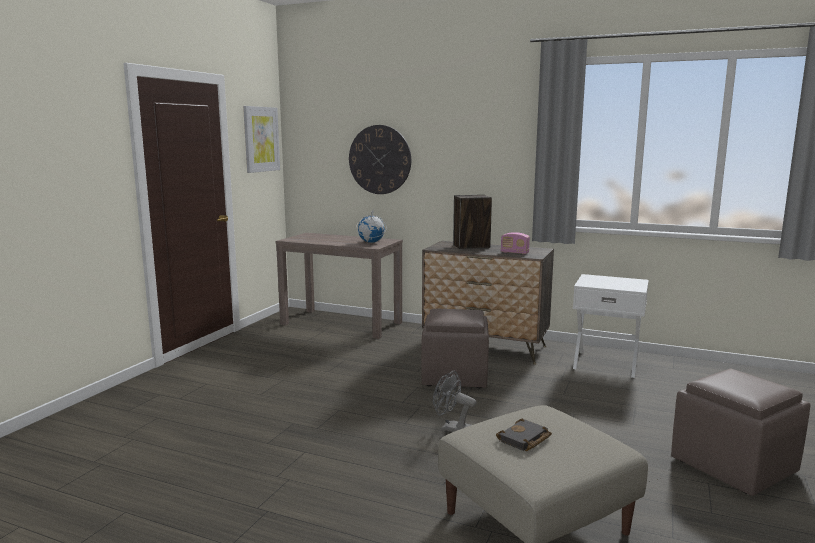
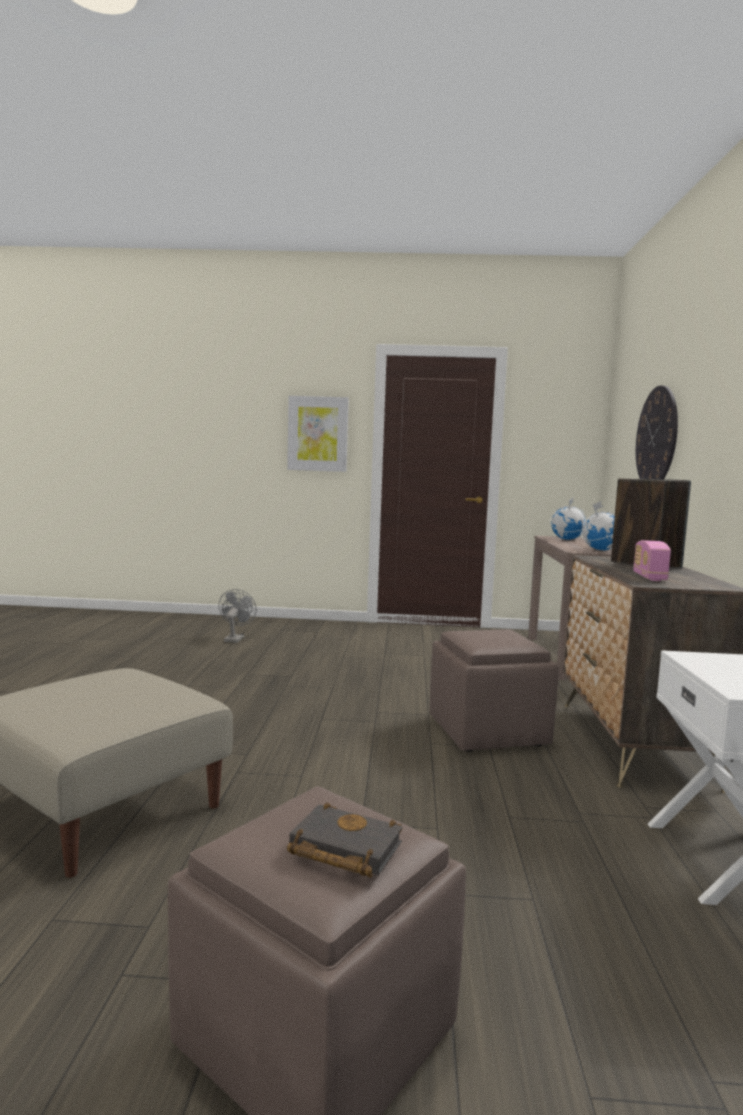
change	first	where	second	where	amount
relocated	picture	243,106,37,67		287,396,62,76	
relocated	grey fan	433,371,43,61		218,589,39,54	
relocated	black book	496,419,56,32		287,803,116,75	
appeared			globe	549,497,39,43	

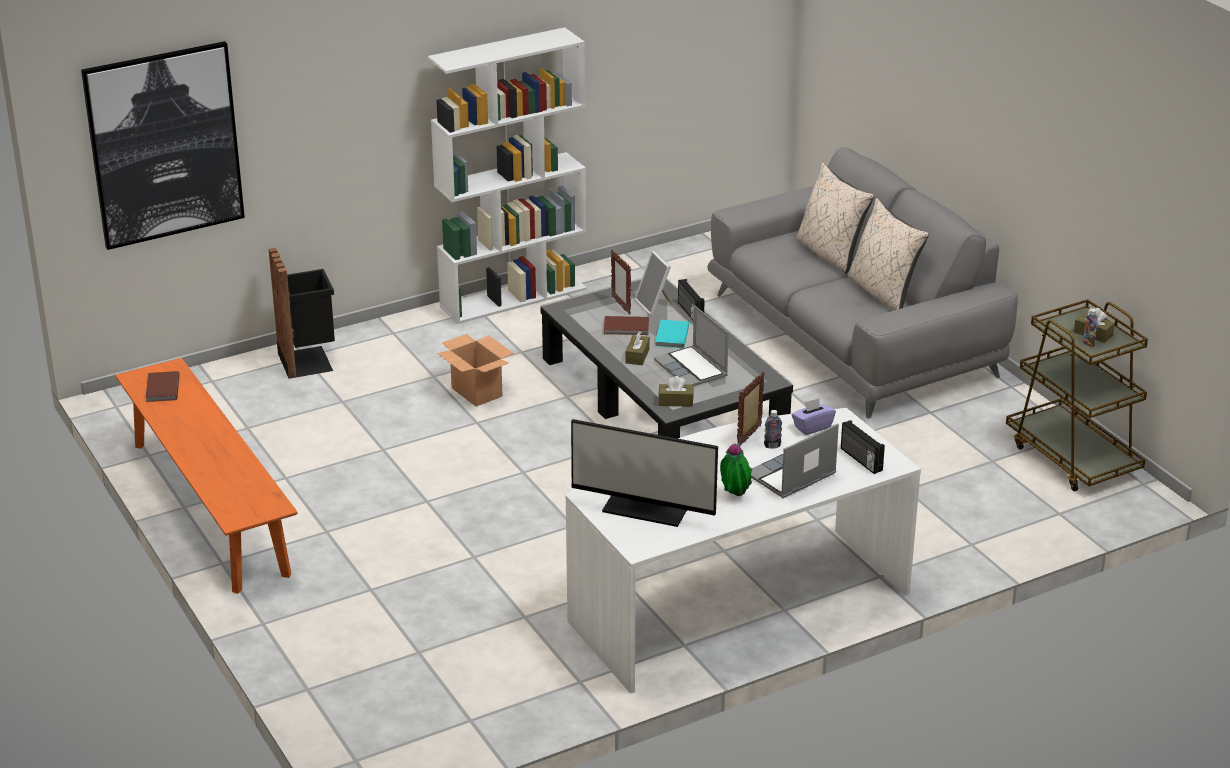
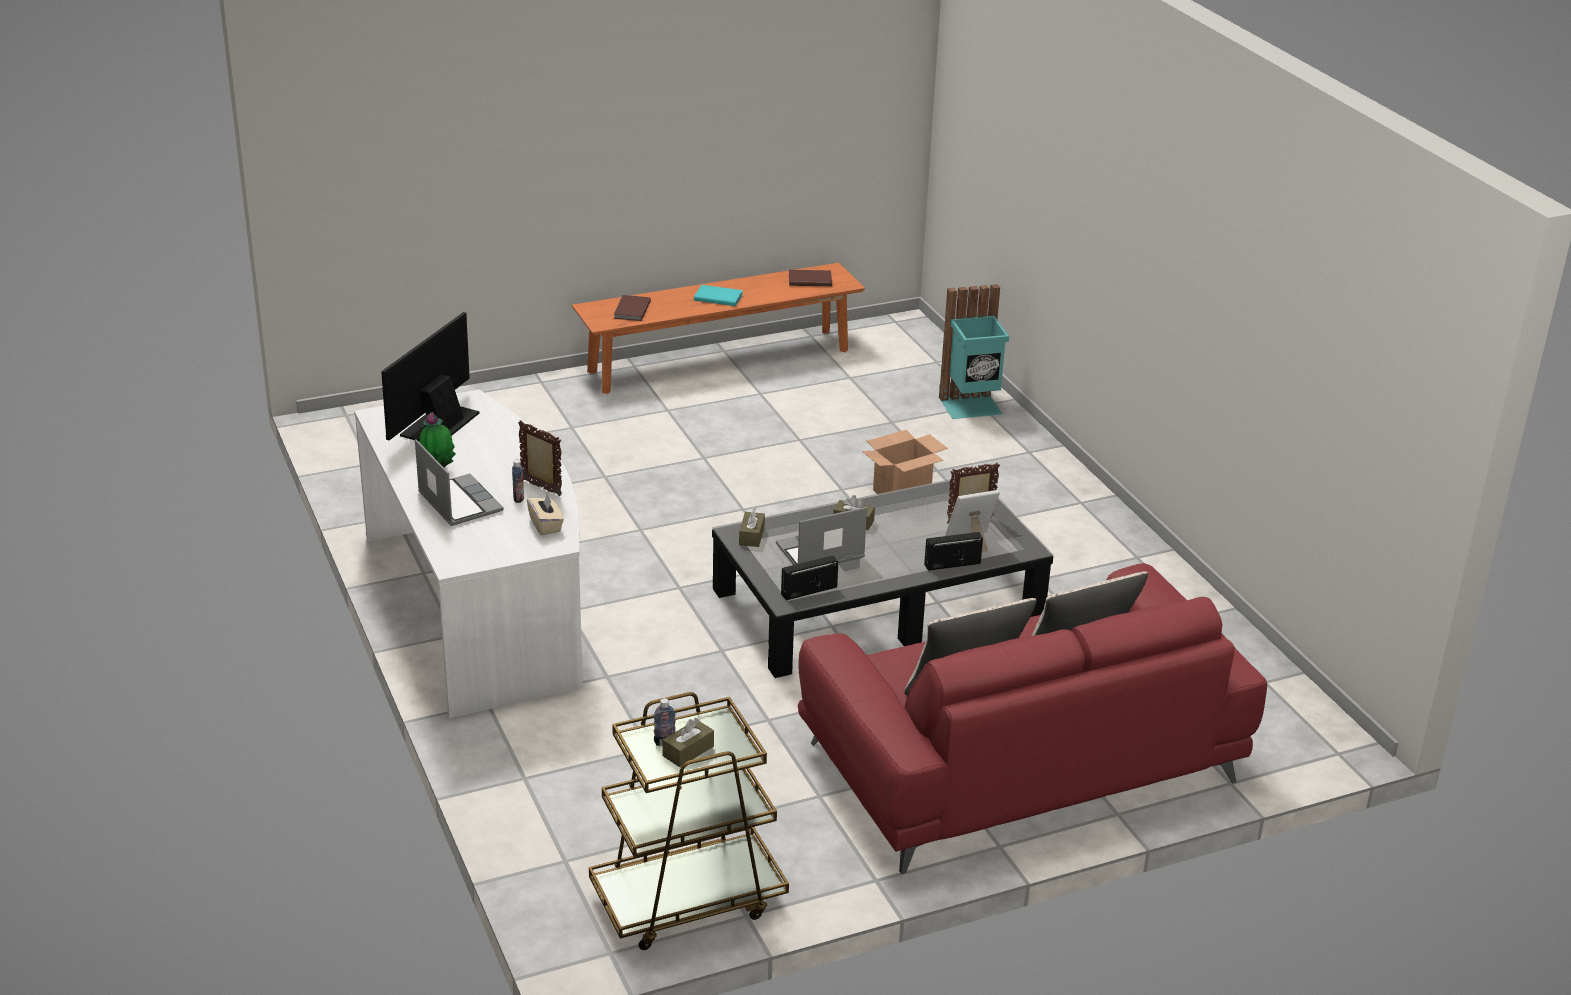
change	first	where	second	where	amount
missing	picture	81,41,164,209			
colour	black trash can	269,248,66,131	turquoise trash can	939,284,70,135	
missing	white bookcase	428,27,159,297			
relocated	brown book	604,316,45,19		614,295,37,26	
relocated	turquoise book	655,320,34,28		694,285,49,21	
colour	grey sofa	707,147,311,272	red sofa	798,563,469,311	
colour	purple tissue box	791,398,45,37	beige tissue box	527,494,37,41	
relocated	radio	841,420,44,54		781,555,57,45	

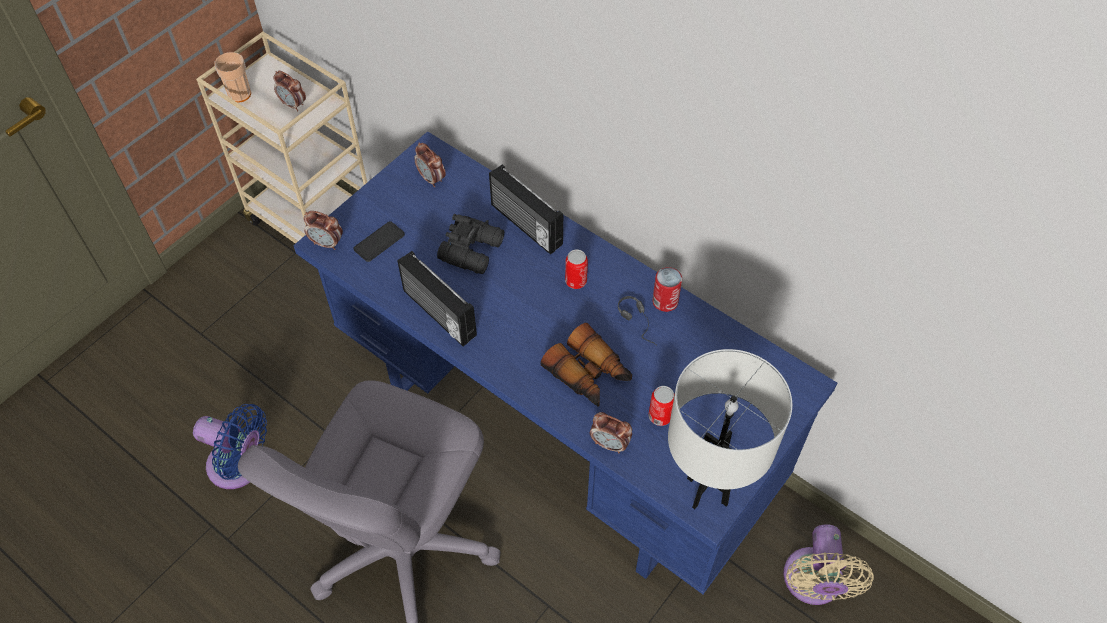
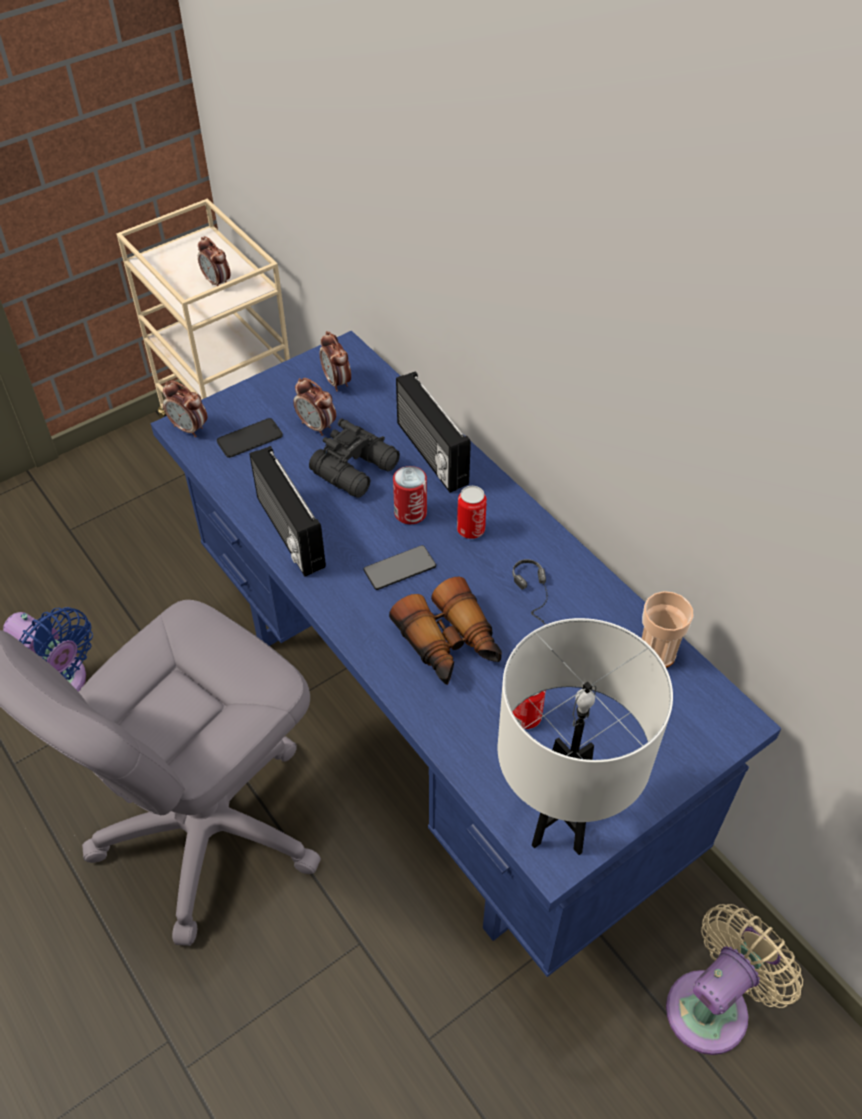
change	first	where	second	where	amount
relocated	cup	214,52,37,51		642,591,51,77	
relocated	alarm clock	590,412,42,41		293,378,43,58	
relocated	can	652,267,30,45		393,466,34,58	
spun	beige fan	783,525,91,80		666,904,137,151	150 degrees counterclockwise
appeared			phone	363,545,73,45	

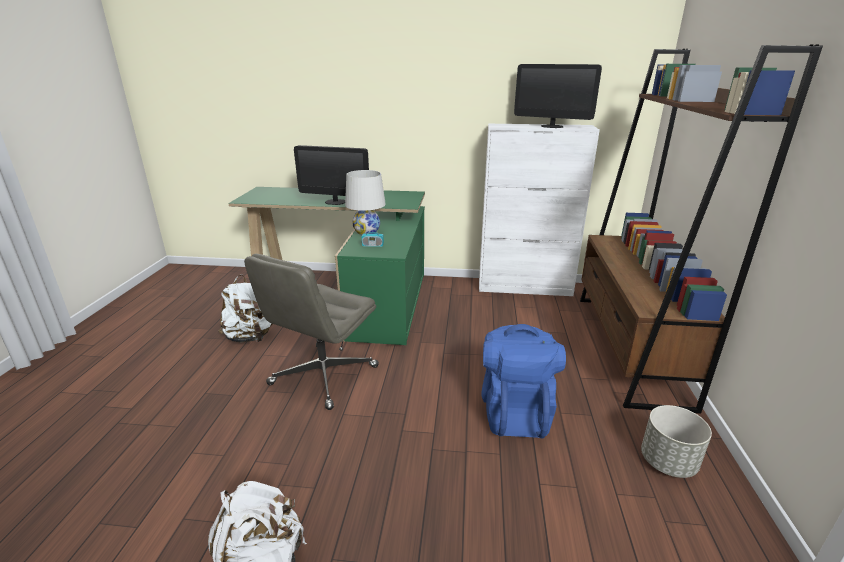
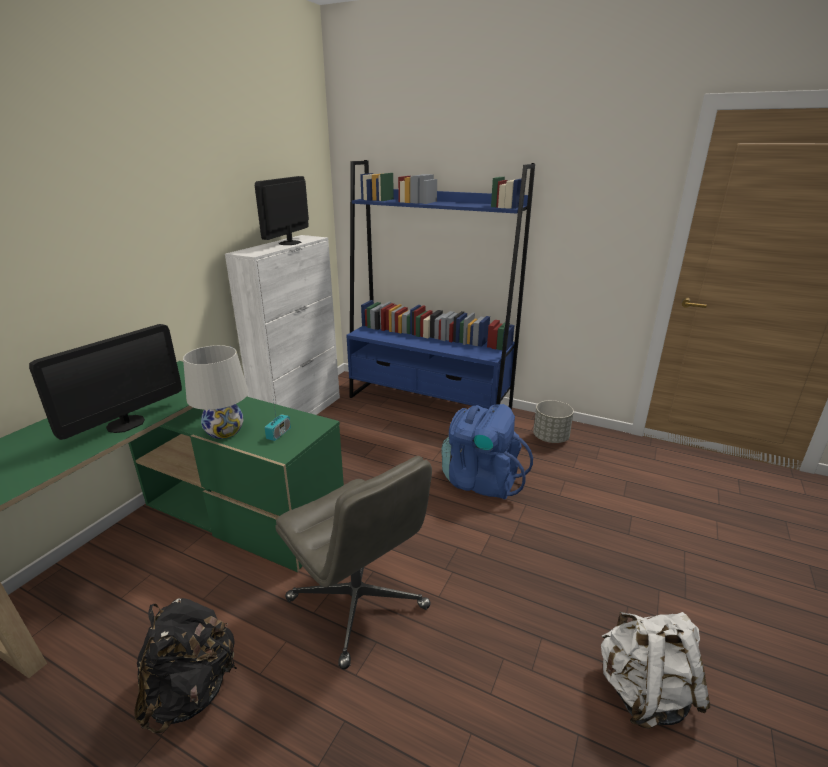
change	first	where	second	where	amount
colour	white backpack	218,274,54,69	black backpack	134,598,103,135	
spun	monitor	514,64,88,64		255,176,54,69	150 degrees clockwise
colour	brown bookcase	580,44,243,370	blue bookcase	346,160,189,250	

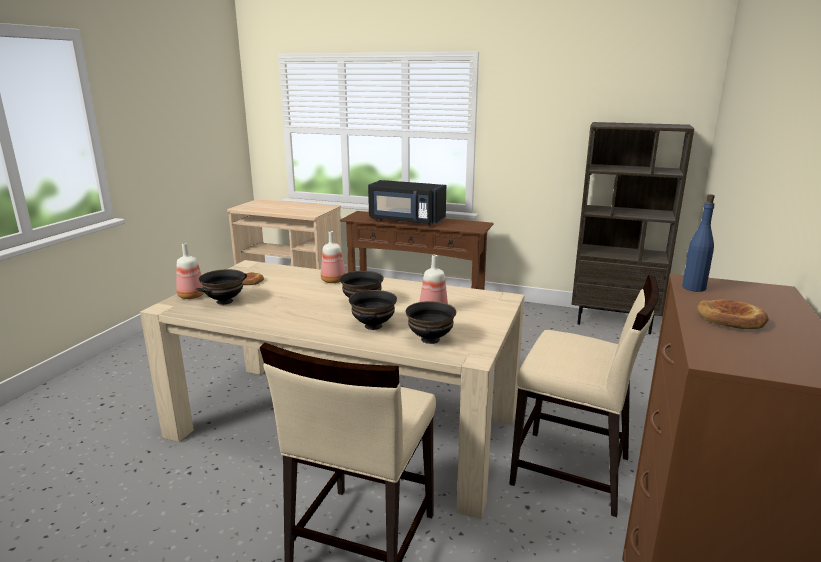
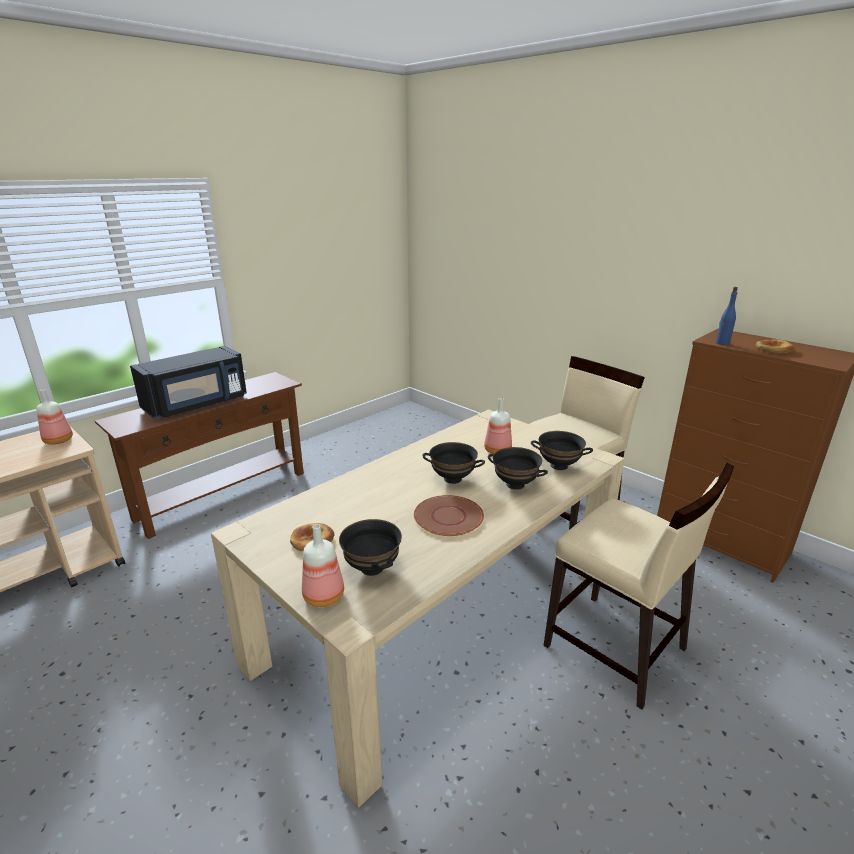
change	first	where	second	where	amount
relocated	bottle	321,231,25,52		36,389,37,56	
missing	brown bookcase	571,122,123,212			
appeared			brown plate	414,495,70,41	

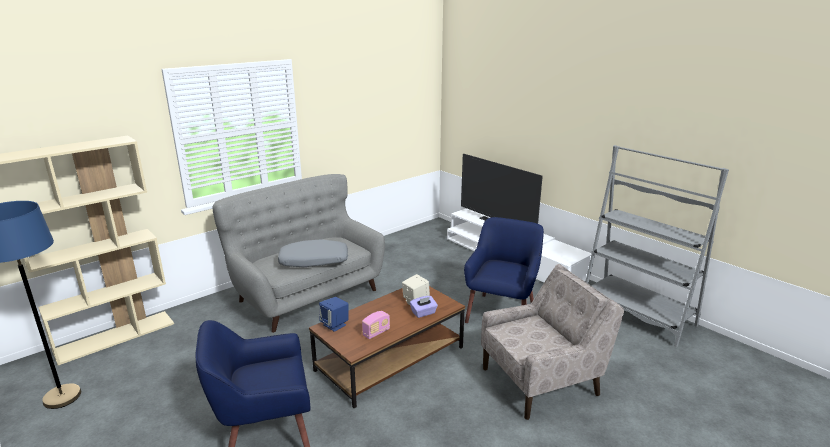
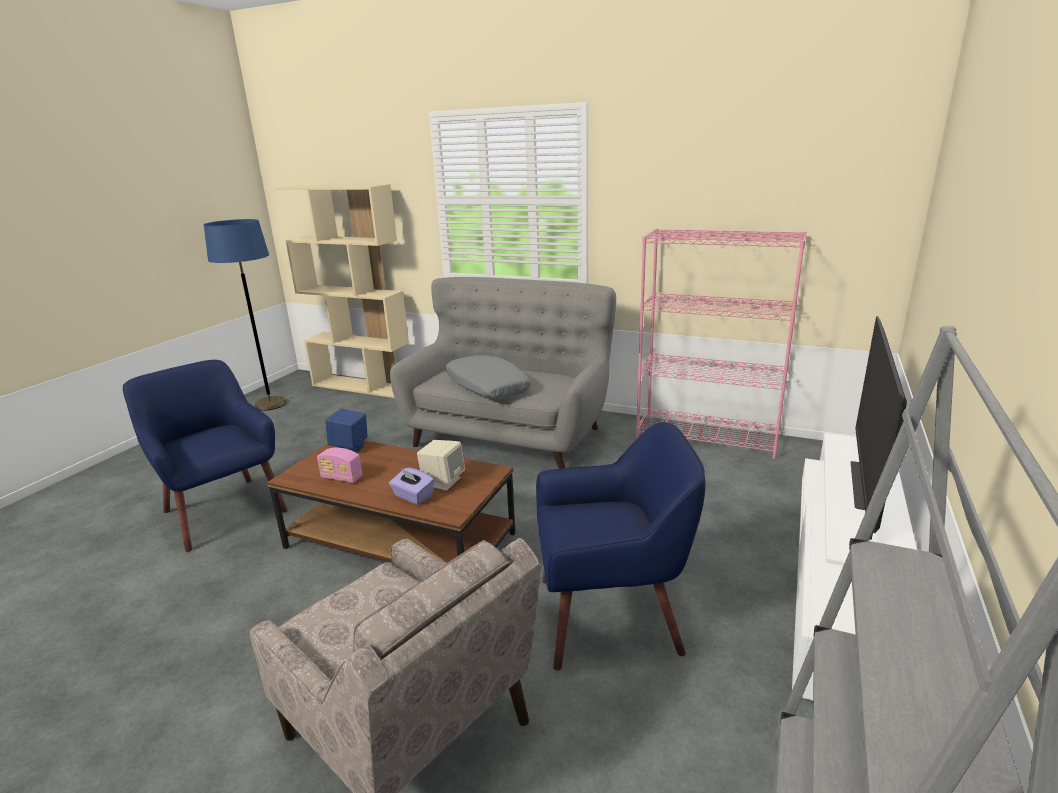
change	first	where	second	where	amount
appeared			pink bookcase	636,229,170,230	

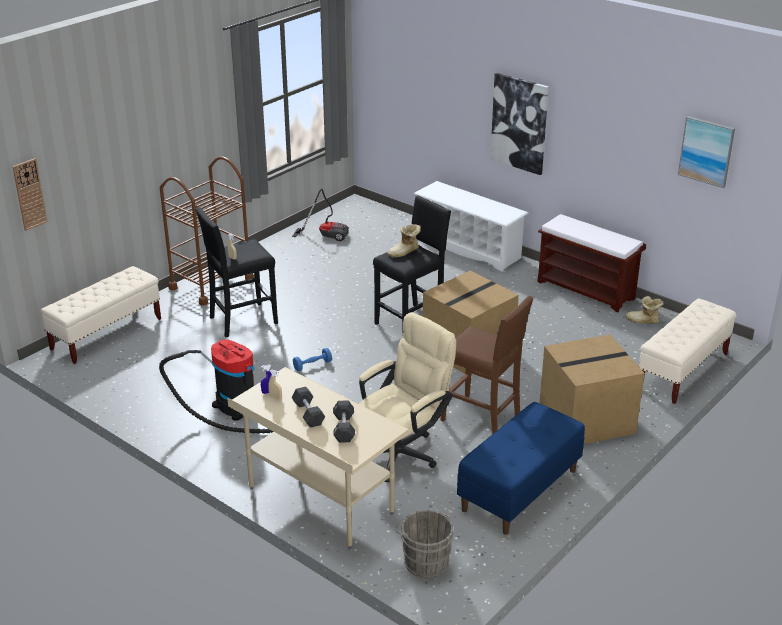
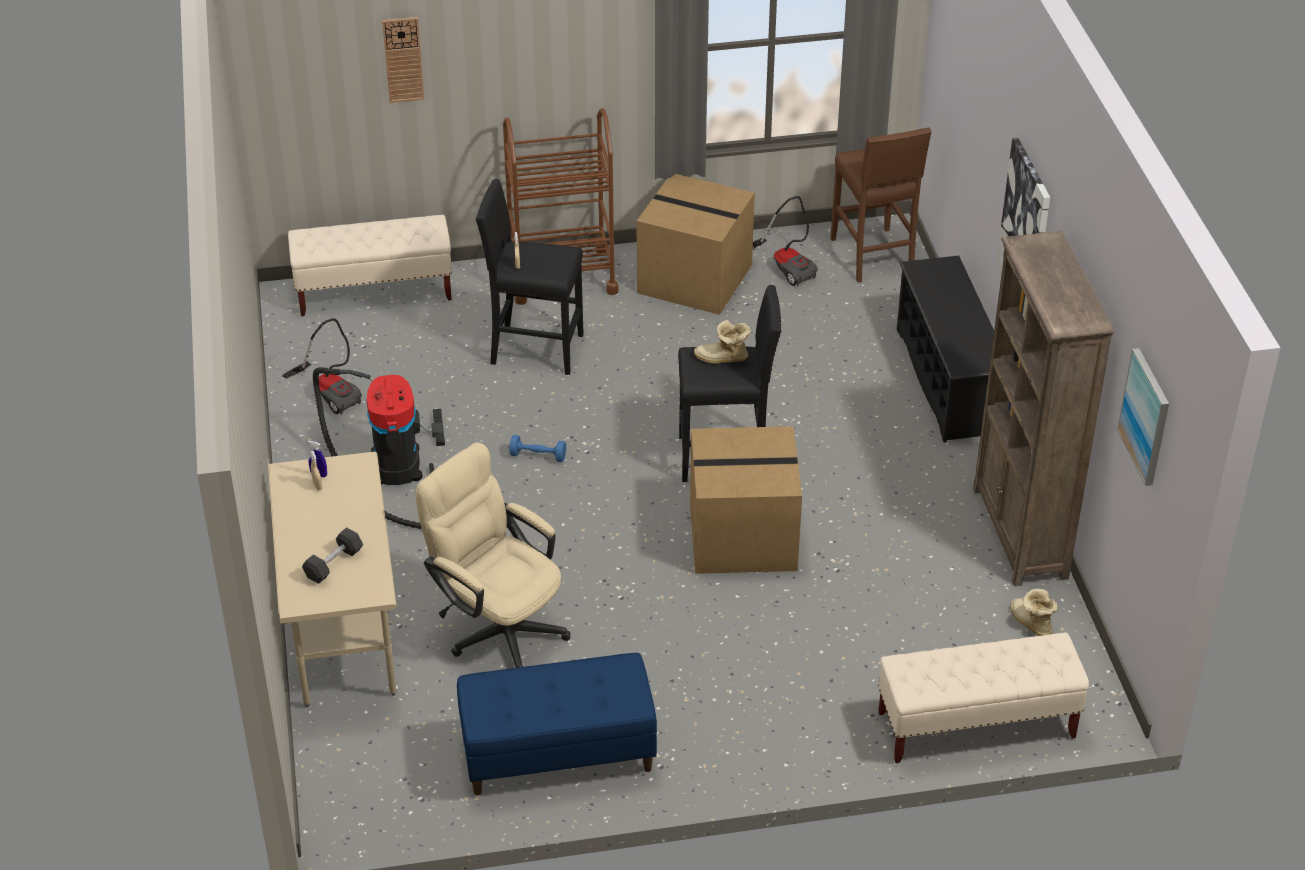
change	first	where	second	where	amount
relocated	wall clock	12,158,36,73		382,17,43,86	
missing	black dumbbell	292,387,33,41			
spun	beige office chair	359,312,97,170		415,443,156,225	135 degrees counterclockwise
missing	grey bucket	395,510,58,68			
colour	white shoe rack	413,181,116,91	black shoe rack	897,256,97,187	
relocated	brown stool	441,296,92,138		830,127,101,156	
exchanged	brown bench	537,214,109,98	brown bookcase	973,231,141,355	
relocated	cardboard box	539,335,106,109		637,174,118,141	
appeared			vacuum cleaner	282,318,80,97	

